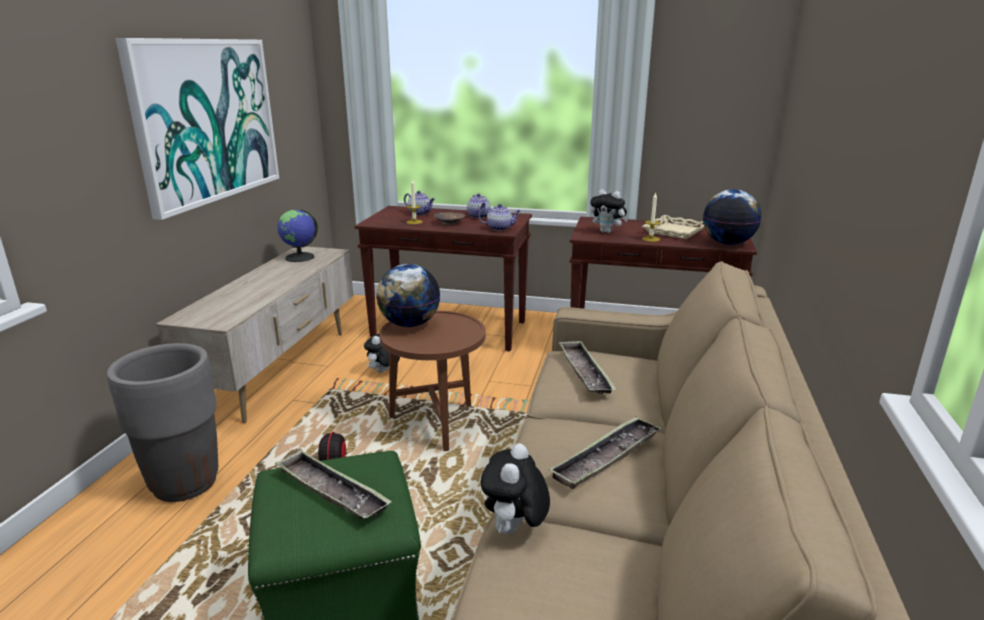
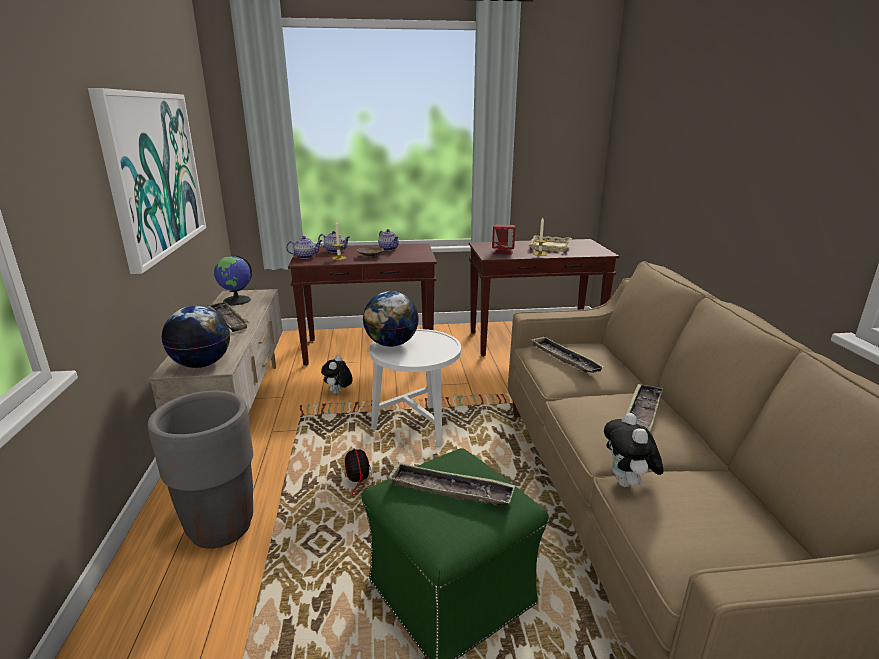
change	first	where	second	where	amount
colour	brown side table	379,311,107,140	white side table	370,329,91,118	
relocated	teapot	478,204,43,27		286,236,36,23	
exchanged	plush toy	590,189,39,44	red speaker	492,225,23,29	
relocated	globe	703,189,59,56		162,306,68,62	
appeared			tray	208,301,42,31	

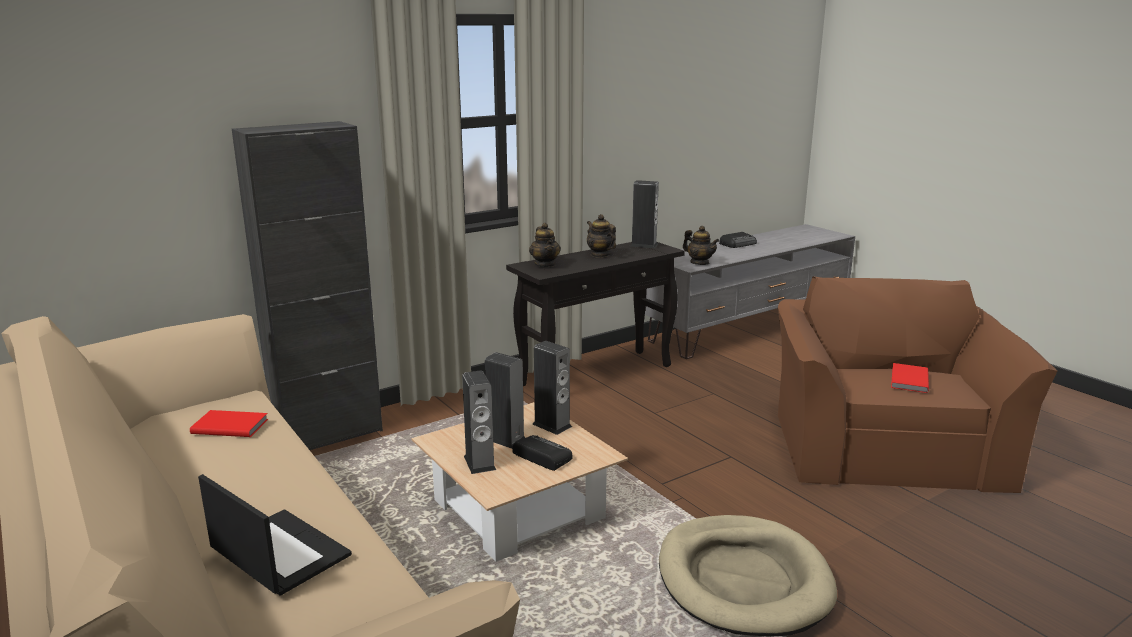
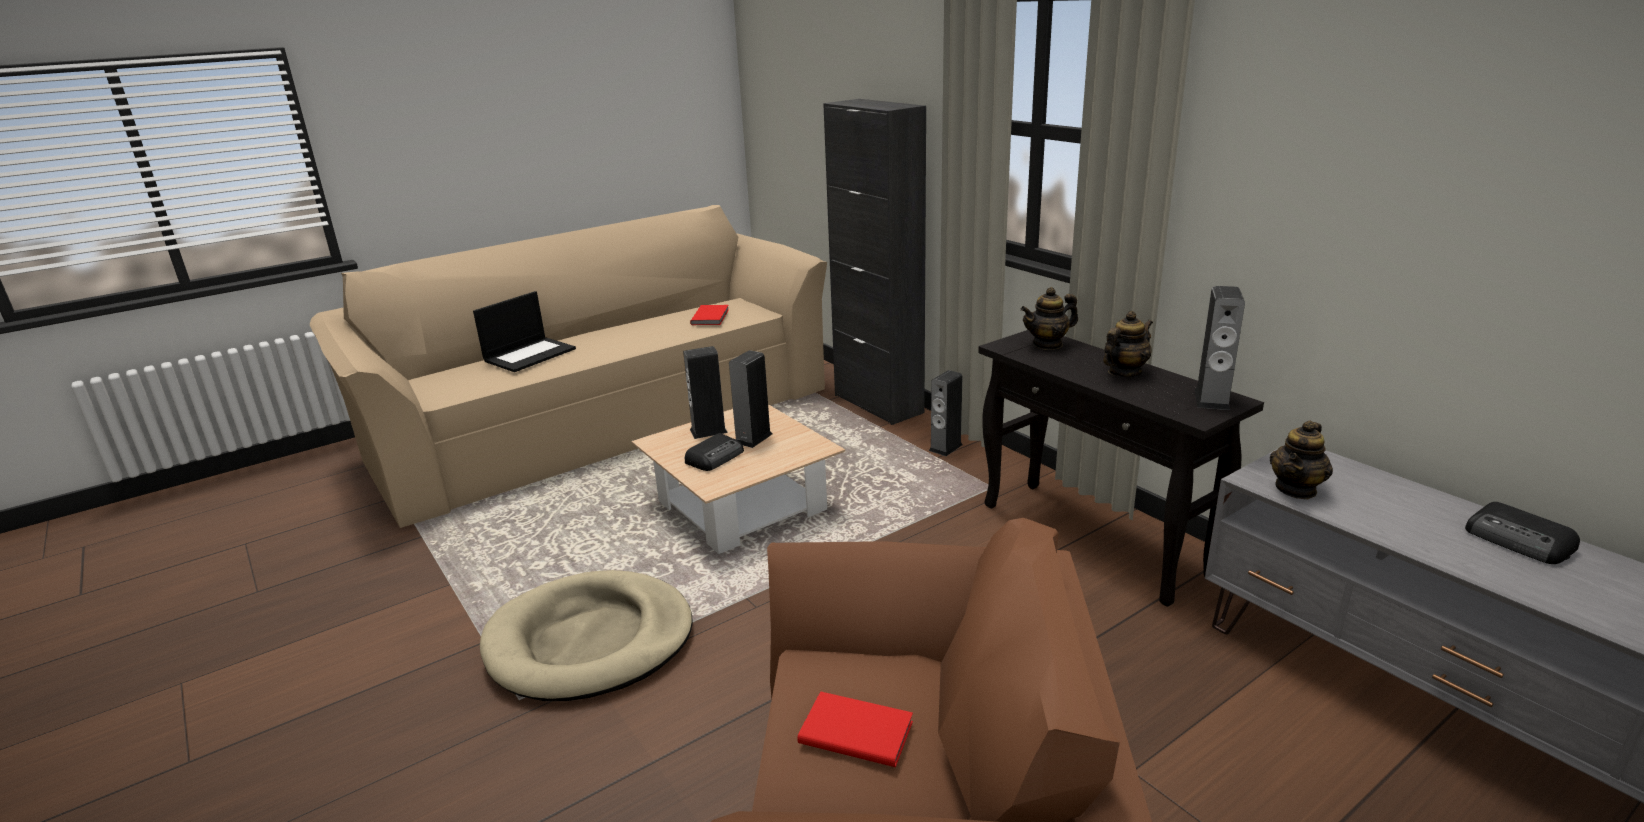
change	first	where	second	where	amount
relocated	speaker	532,341,40,94		929,370,34,86	

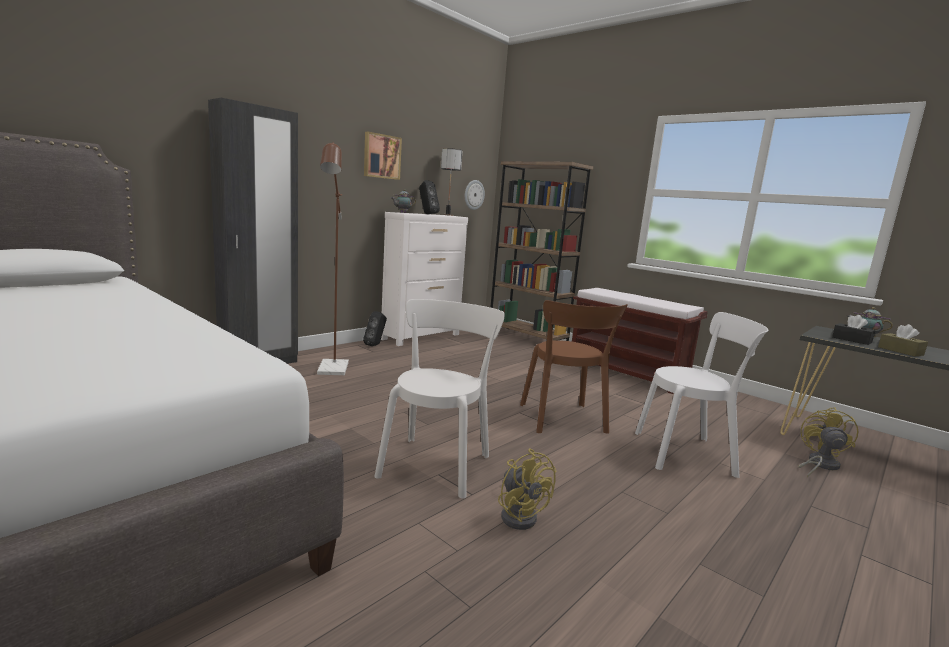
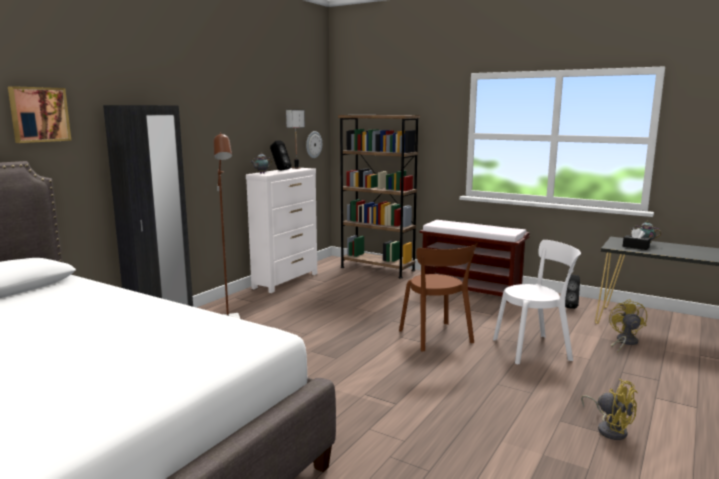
change	first	where	second	where	amount
relocated	black speaker	363,311,24,35		565,275,15,34	
relocated	picture	364,132,38,48		8,86,63,57	
missing	white chair	374,299,131,199			
relocated	yellow fan	498,448,58,82		581,379,57,61	
missing	brown tissue box	878,324,50,32			

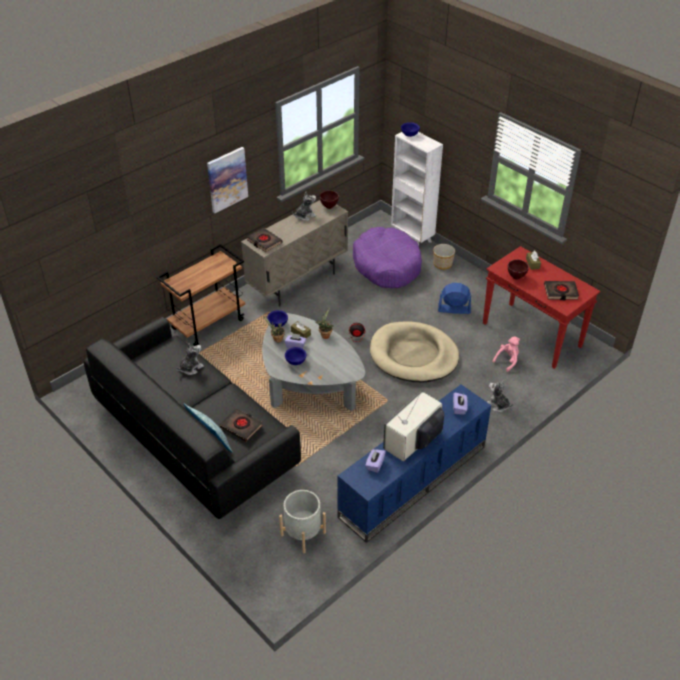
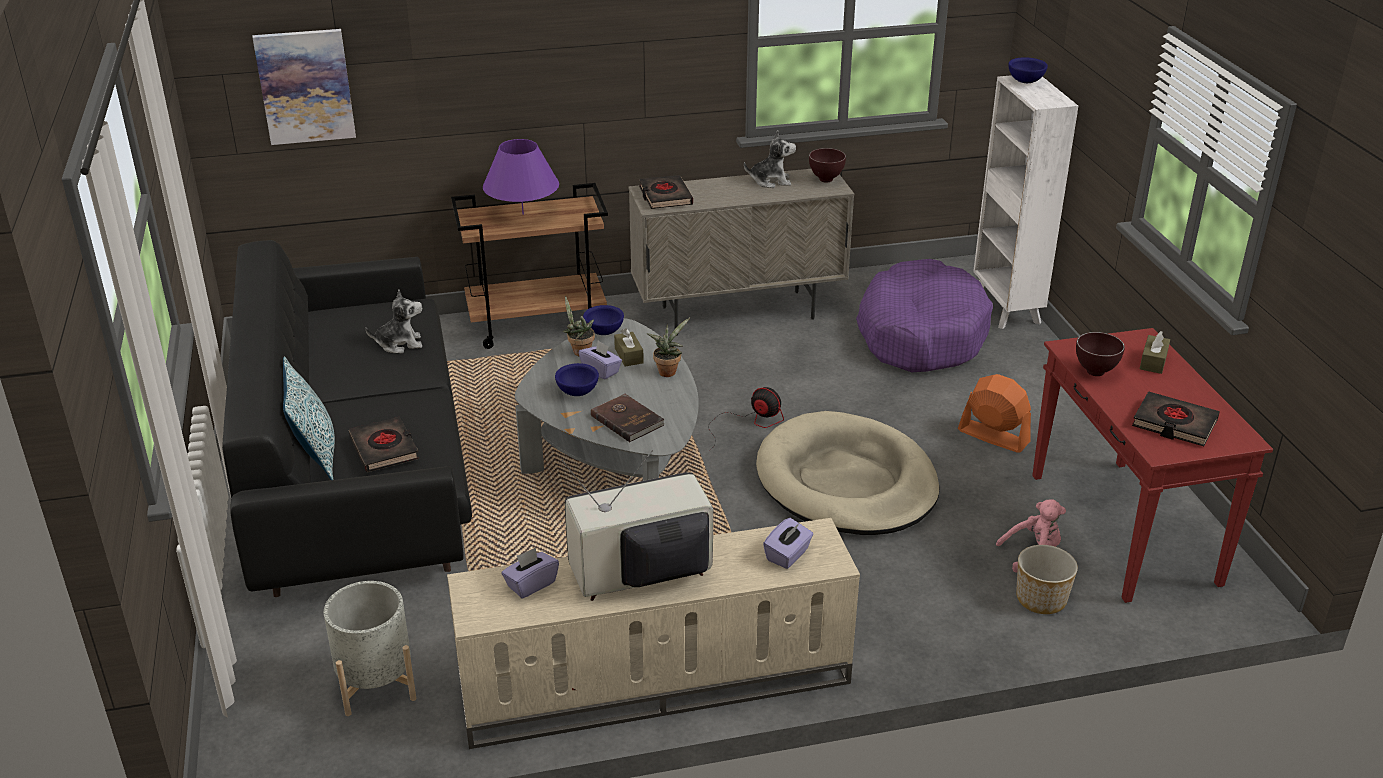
change	first	where	second	where	amount
relocated	picture	207,147,41,66		253,29,103,116	
colour	blue tv stand	337,384,154,159	beige tv stand	447,518,413,231	
relocated	planter	433,244,22,26		1016,545,62,69	
colour	blue fan	438,283,33,31	orange fan	958,374,73,79	
missing	plush toy	487,380,26,32			
appeared			purple table lamp	483,139,76,76	
appeared			brown book	591,393,74,49	

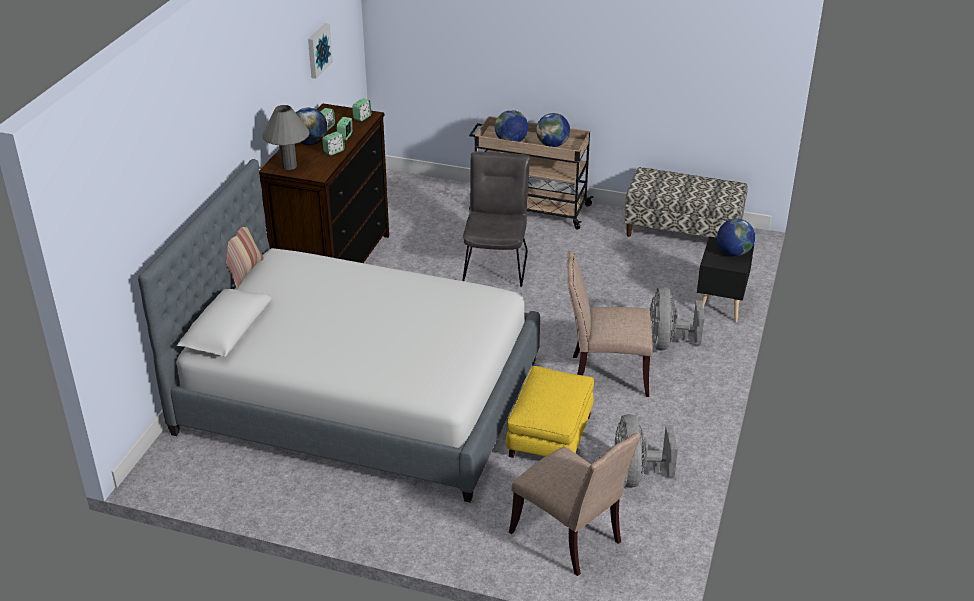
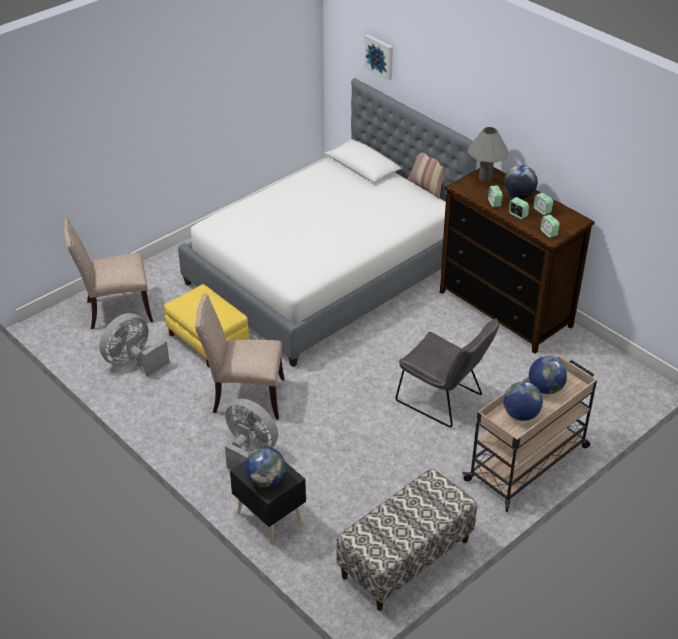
change	first	where	second	where	amount
relocated	picture	308,23,25,56		364,34,29,47	
spun	beige chair	567,251,86,146		195,293,90,126	120 degrees counterclockwise
spun	grey fan	615,414,63,74		99,313,71,63	75 degrees counterclockwise

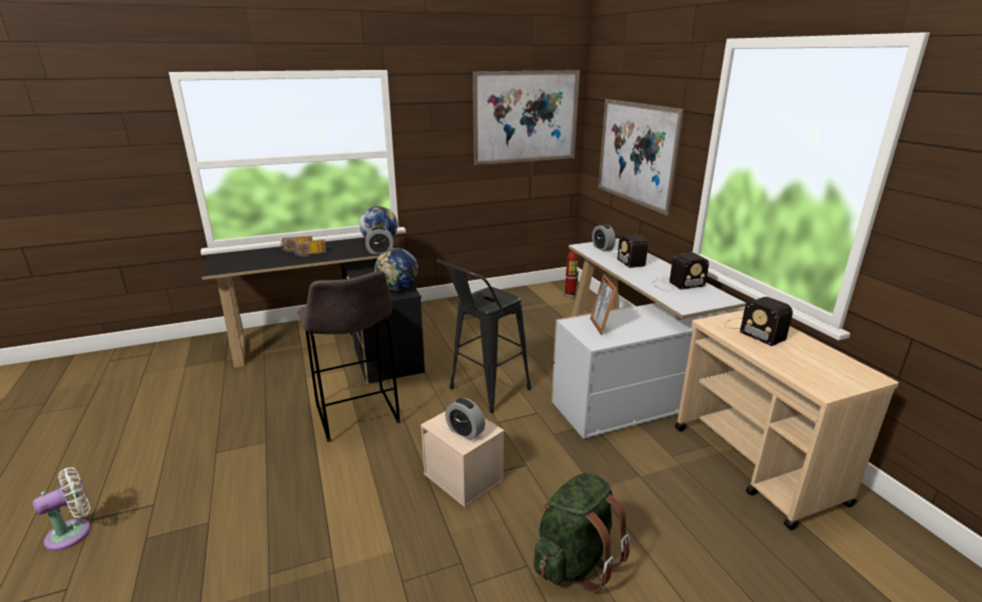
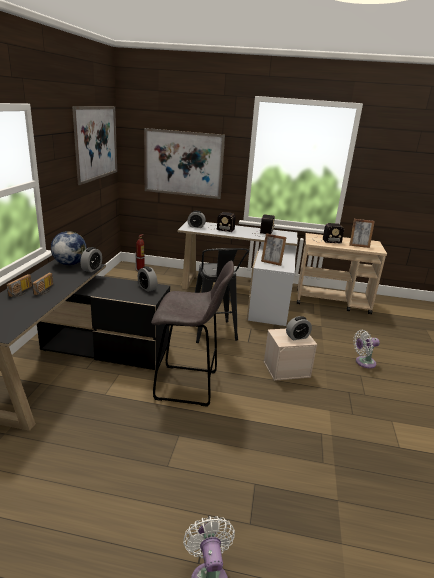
change	first	where	second	where	amount
exchanged	globe	374,248,44,43	alarm clock	138,266,19,26	
exchanged	green backpack	534,472,96,120	white fan	353,330,27,38	
appeared			picture frame	349,219,26,29	

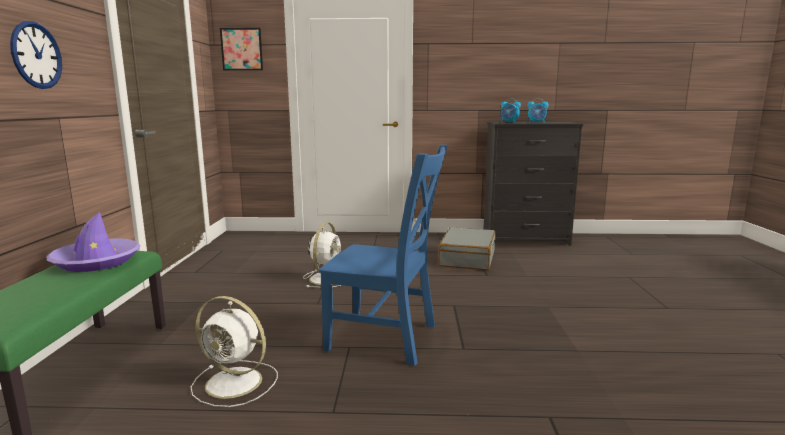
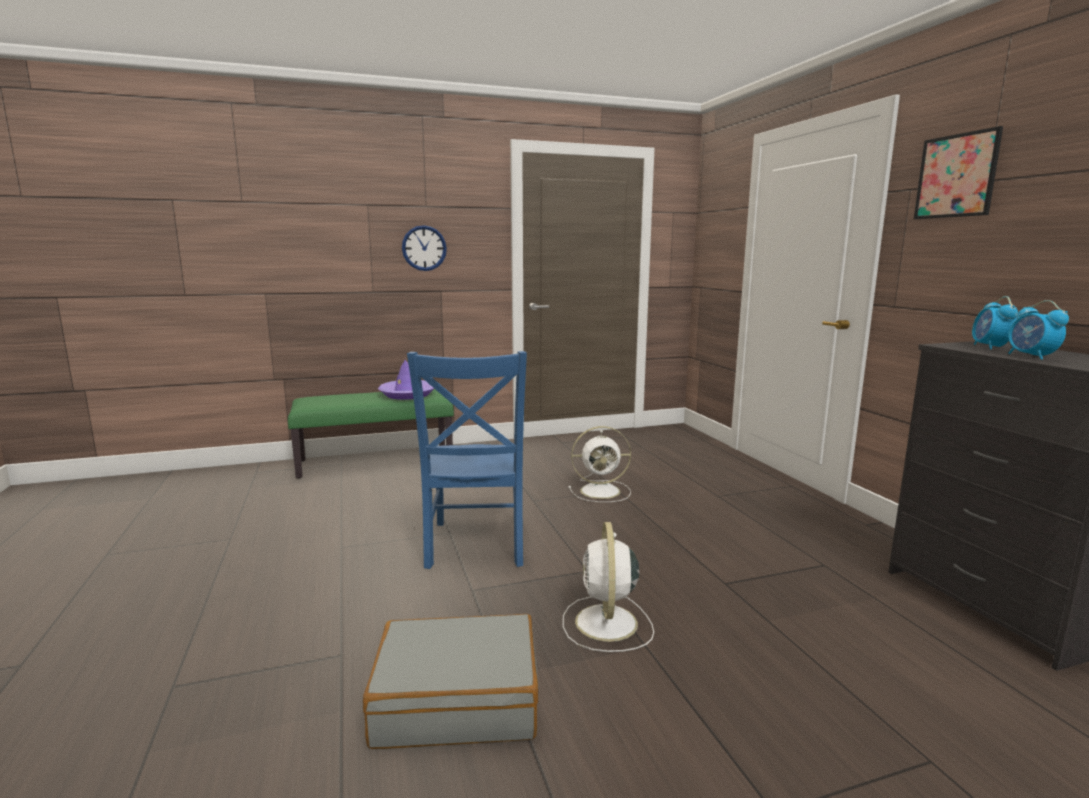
change	first	where	second	where	amount
relocated	white fan	191,296,87,111		563,522,91,130	
relocated	picture	220,28,43,42		914,126,89,93	
relocated	grey suitcase	438,227,57,43		363,614,175,135	

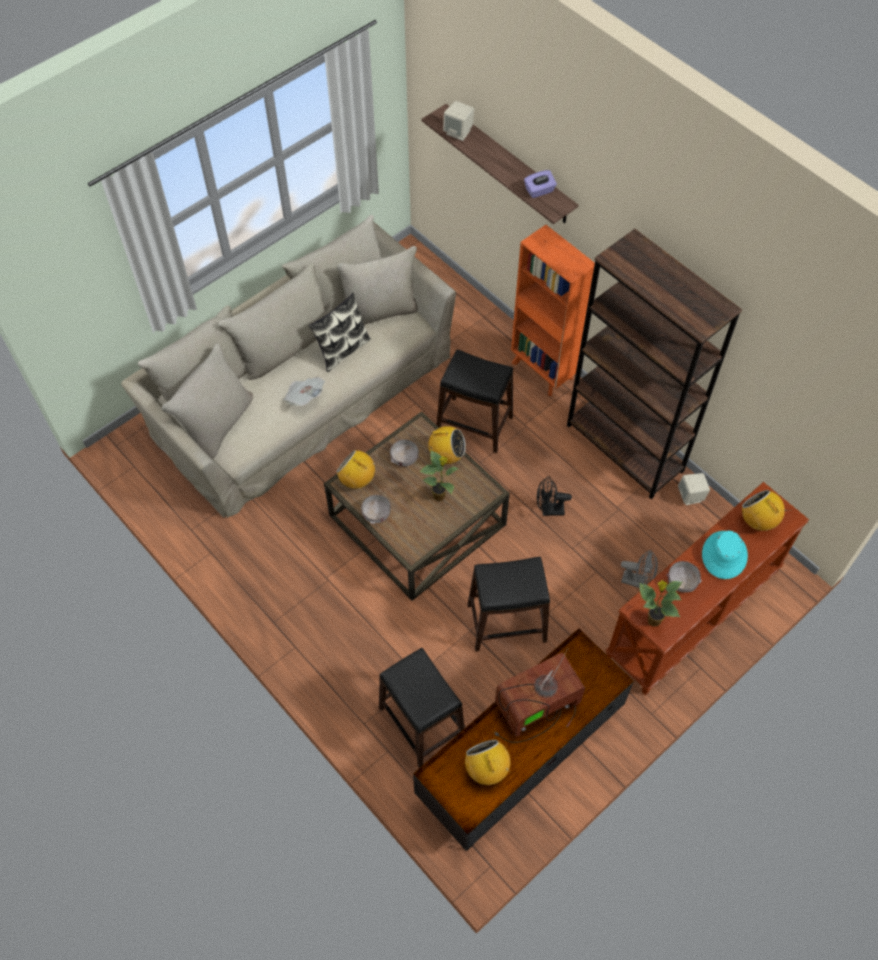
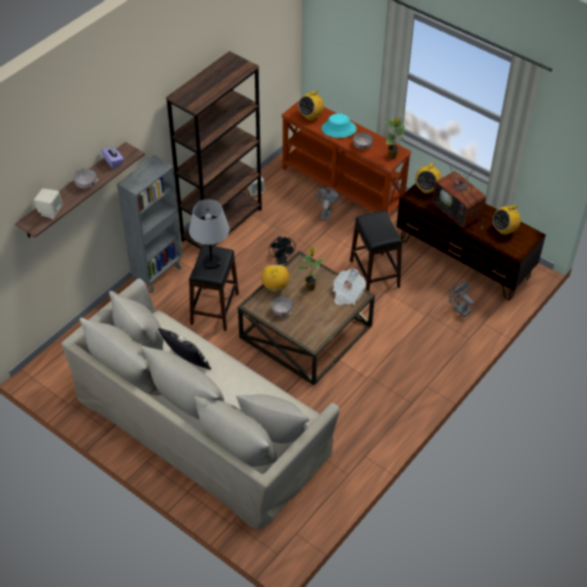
change	first	where	second	where	amount
relocated	newspaper	283,377,42,29		333,269,33,36	
relocated	radio	336,450,42,39		415,162,27,32	
relocated	grey bowl	361,495,30,29		73,169,26,20	
exchanged	black stool	379,648,85,120	grey fan	449,281,25,36	
colour	orange bookcase	511,225,84,171	grey bookcase	117,155,66,138	
appeared			grey table lamp	189,199,41,70	

